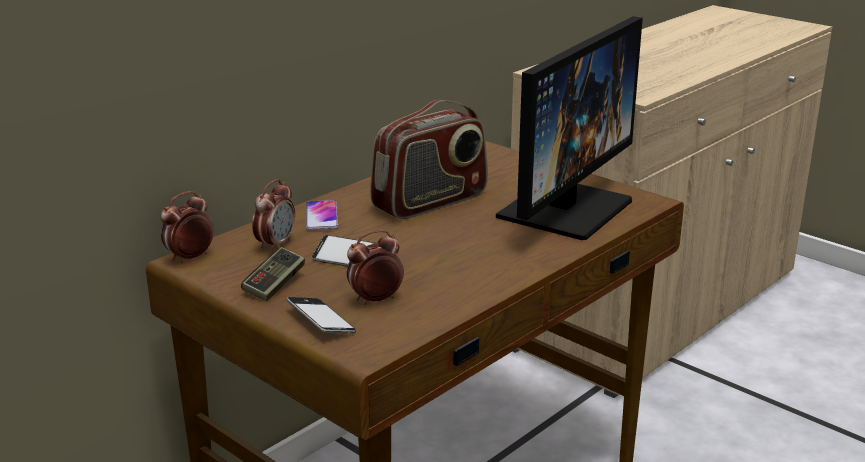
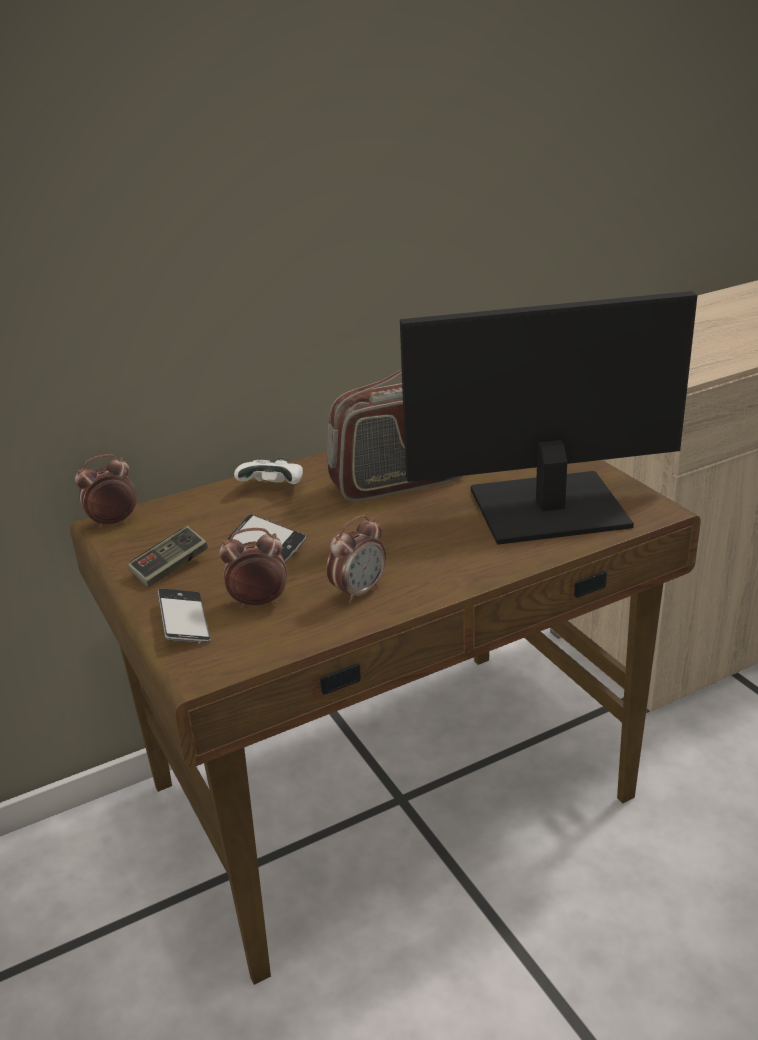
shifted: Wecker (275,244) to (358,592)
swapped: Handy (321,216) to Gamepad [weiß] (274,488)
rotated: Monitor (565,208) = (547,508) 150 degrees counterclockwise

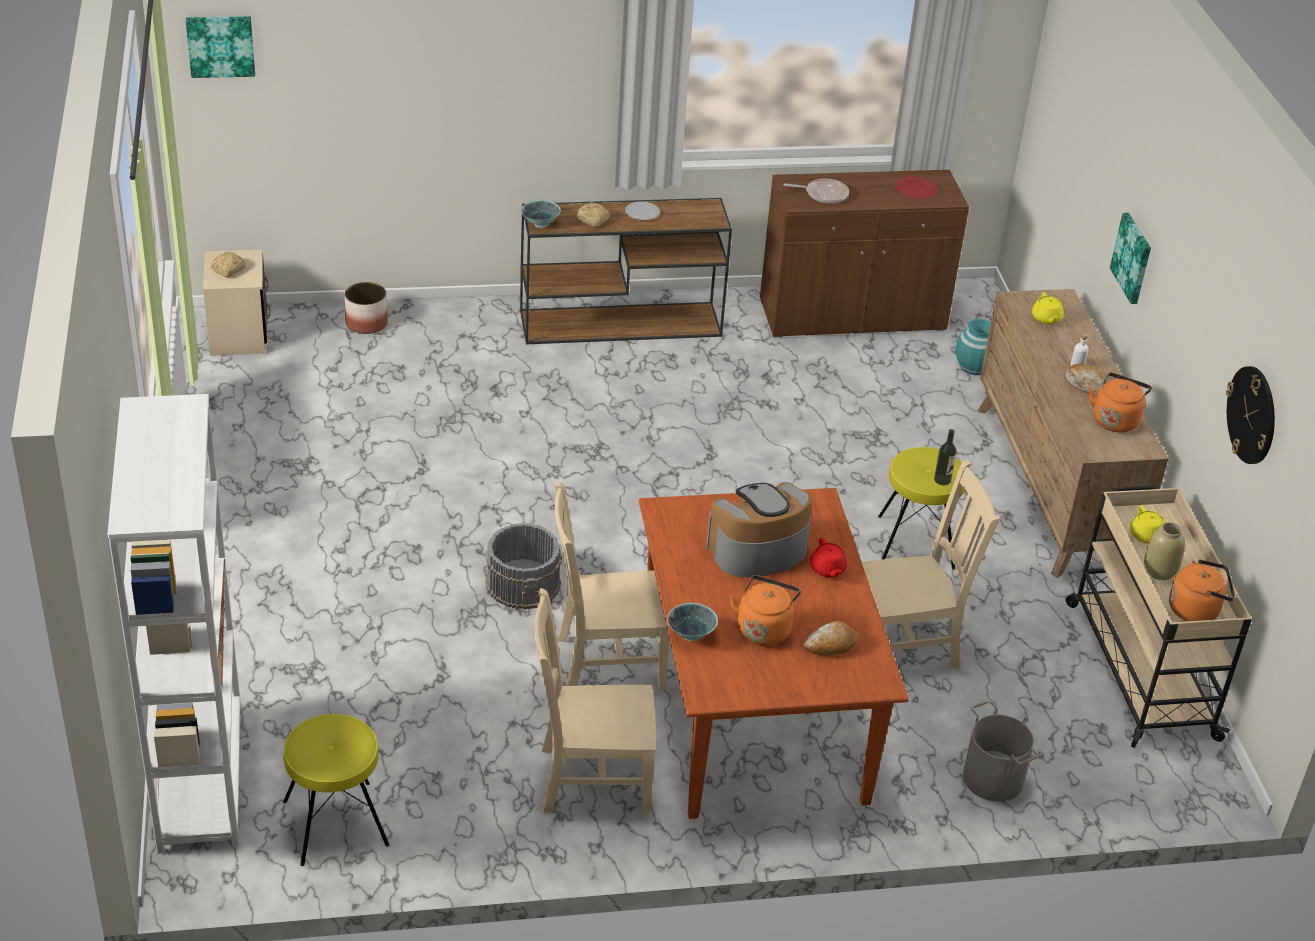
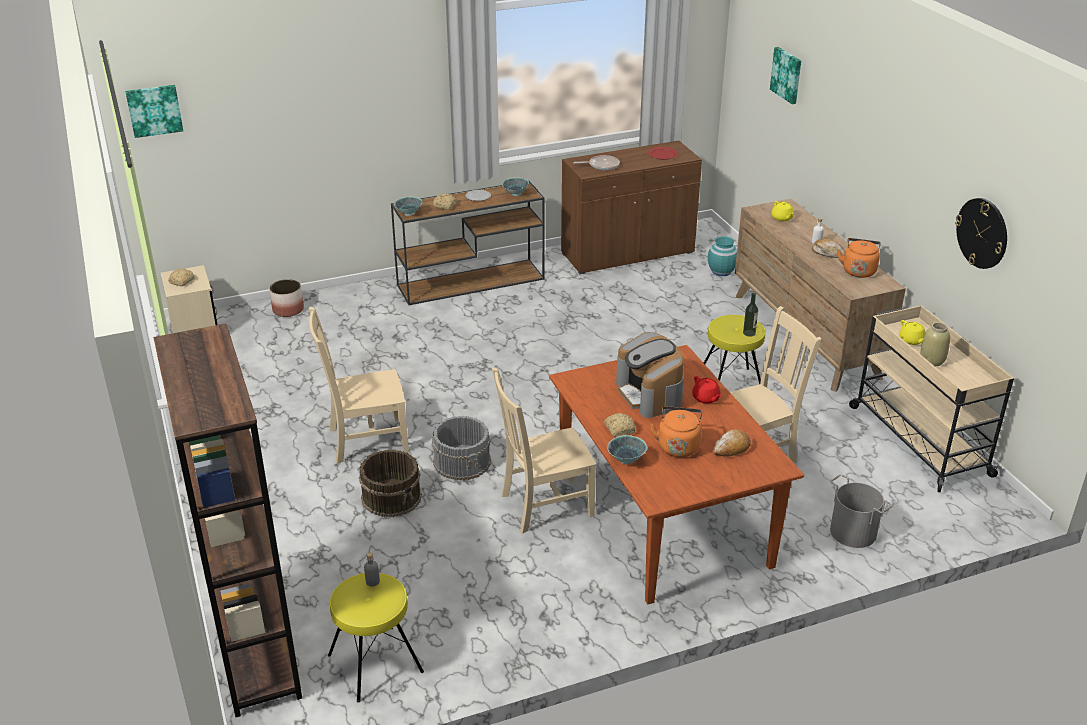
gone: Wasserkessel [orange] (1196,610)
new: Eimer [braun] (392,497); Flasche [grau] (372,581); Schüssel (515,194); Brot (619,429)
shifted: Stuhl [beige] (590,779) to (365,440); Bild (1133,258) to (787,75)
repainted: Bücherregal [weiß] (200,777) to Bücherregal [braun] (255,650)
rotated: Kaffeemaschine (757,550) = (650,394) 75 degrees counterclockwise

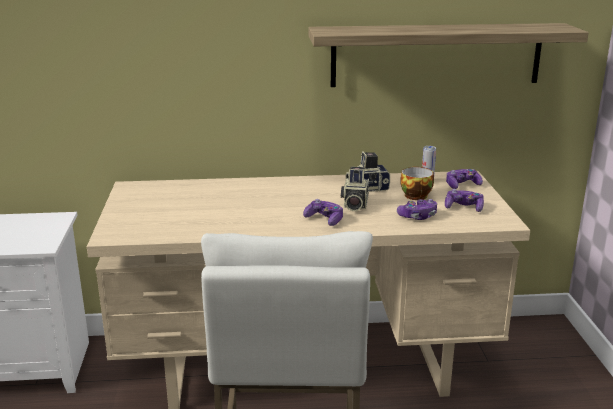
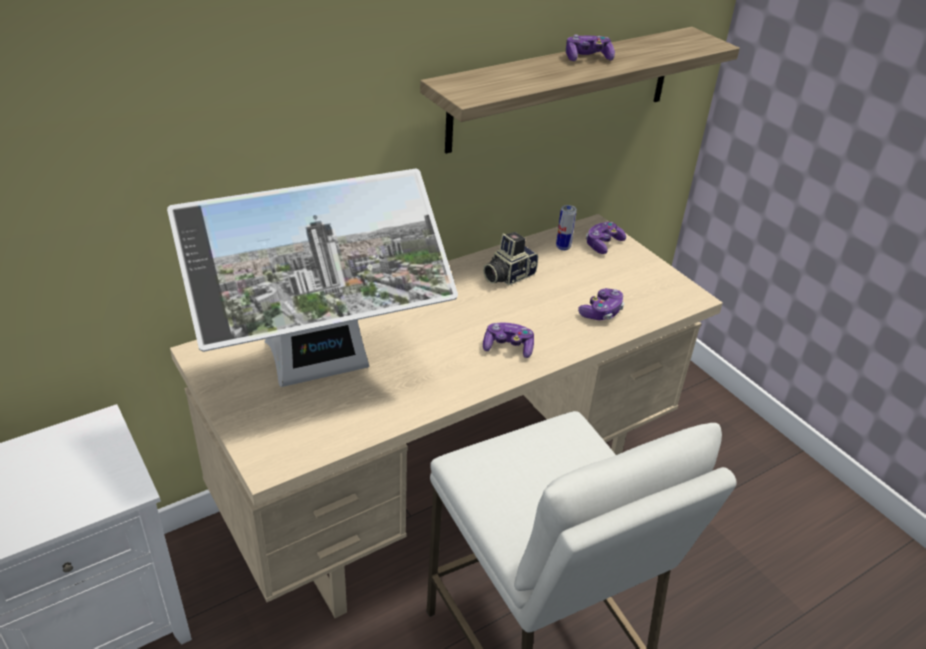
gone: Kamera (354,205); Tasse (416,195)
new: Monitor (323,374)
shifted: Gamepad (463,207) to (587,58)

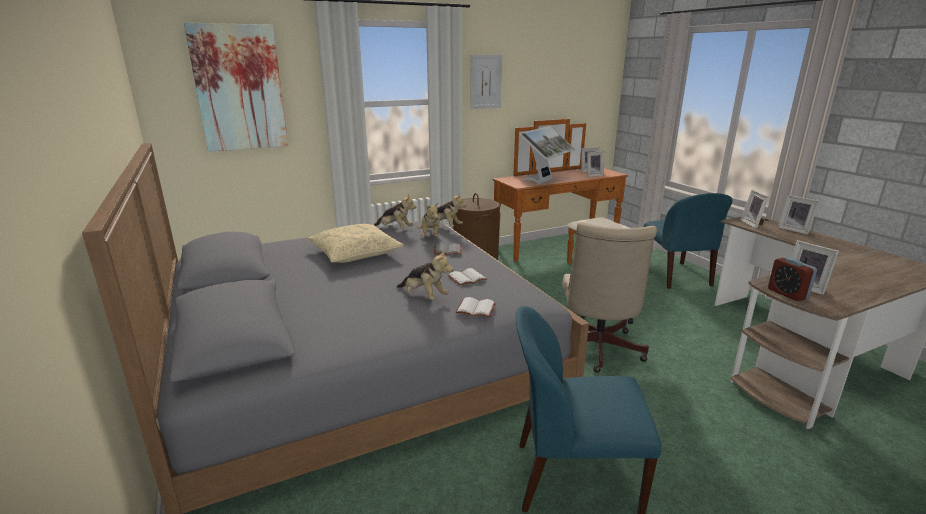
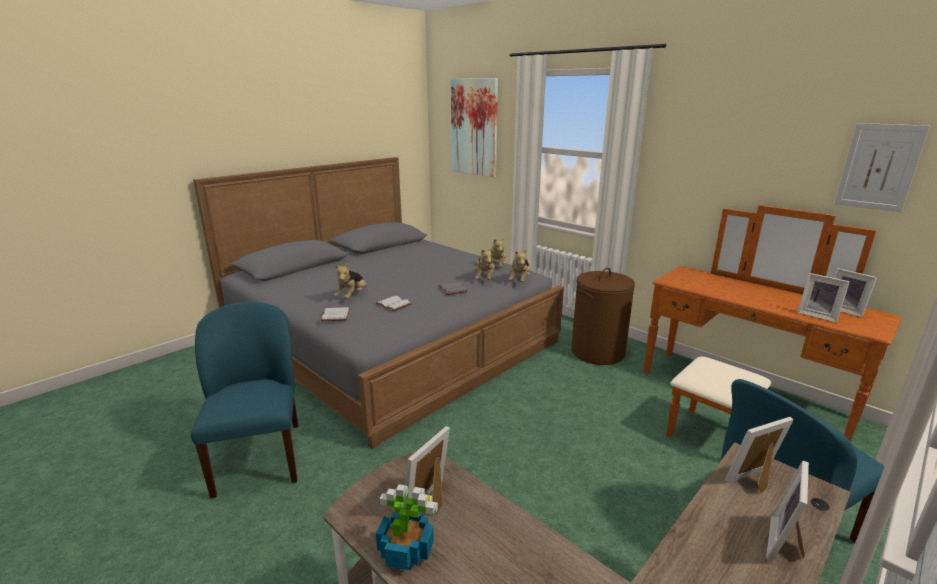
gone: Kissen [beige] (355,253); Monitor (544,182); Bürostuhl [beige] (597,350); Wecker (787,294)
new: Topfpflanze (405,550)
shifted: Bild (485,82) to (879,167)
rotated: Plüschtier (430,236) = (484,278) 60 degrees counterclockwise

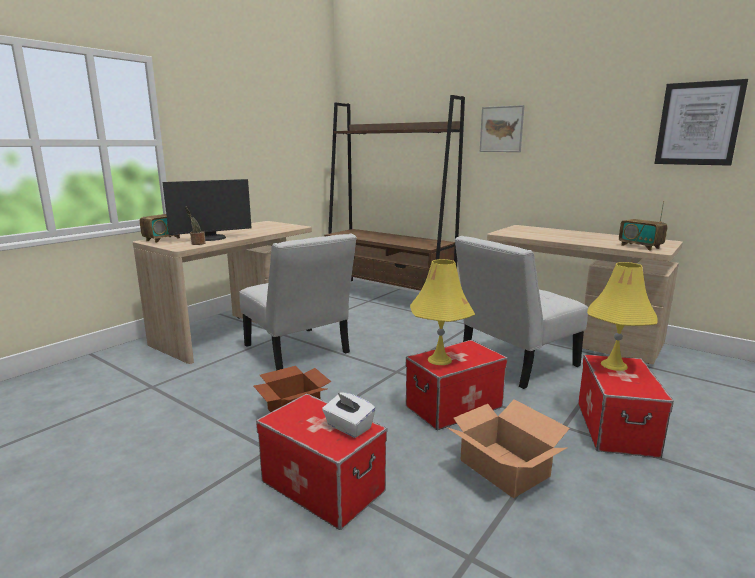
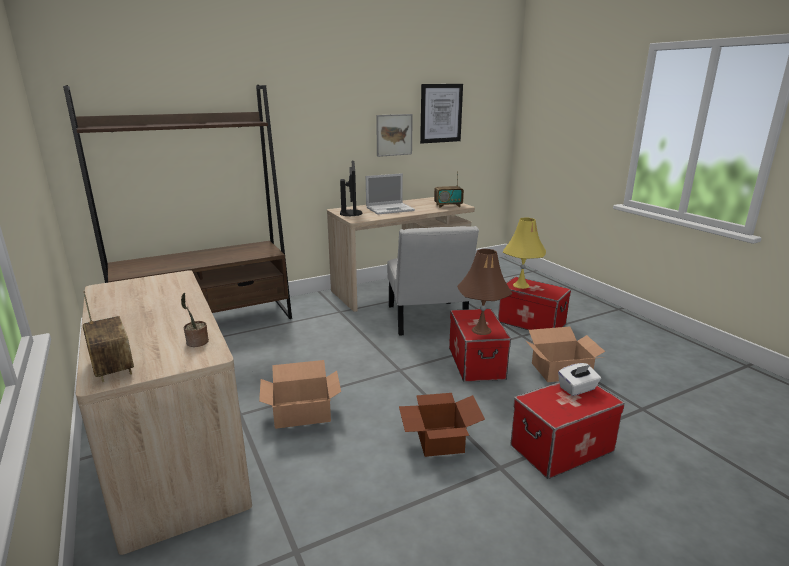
new: Laptop (390,209)
shifted: Monitor (211,238) to (352,213); Bild (501,129) to (394,135)
swapped: Stuhl [weiß] (298,351) to Karton (303,412)
repainted: Tischlampe [gelb] (439,360) to Tischlampe [braun] (481,330)

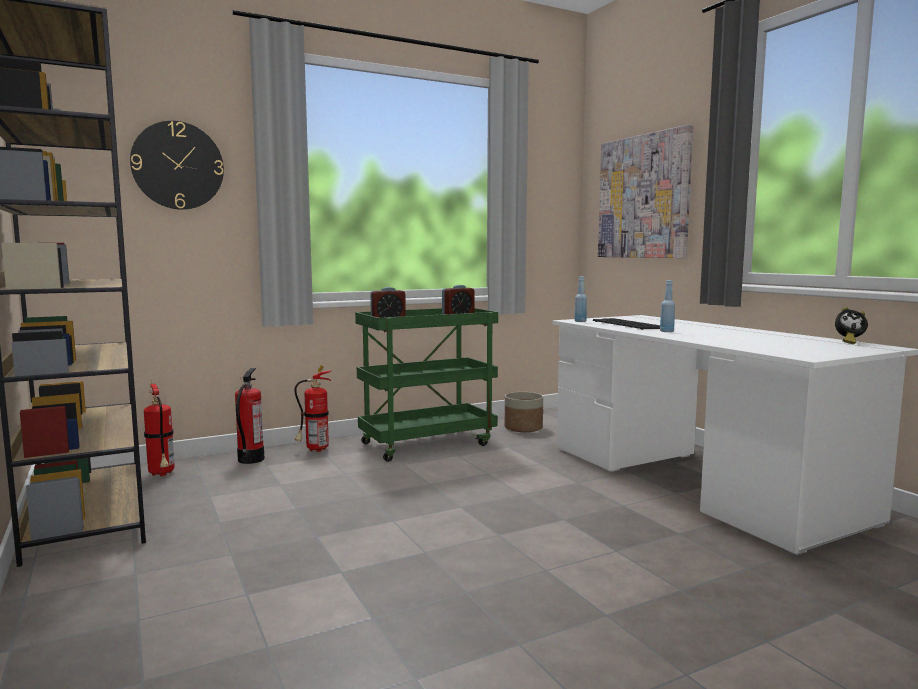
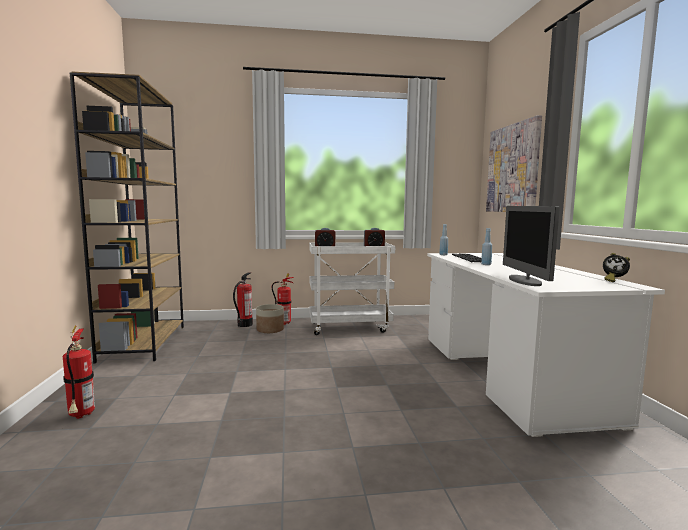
gone: Wanduhr (178,165)
new: Monitor (525,281)
shifted: Feuerlöscher (162,474) to (81,416); Pflanzkübel (523,428) to (270,329)
repainted: Rollwagen [grün] (428,443) to Rollwagen [weiß] (350,327)

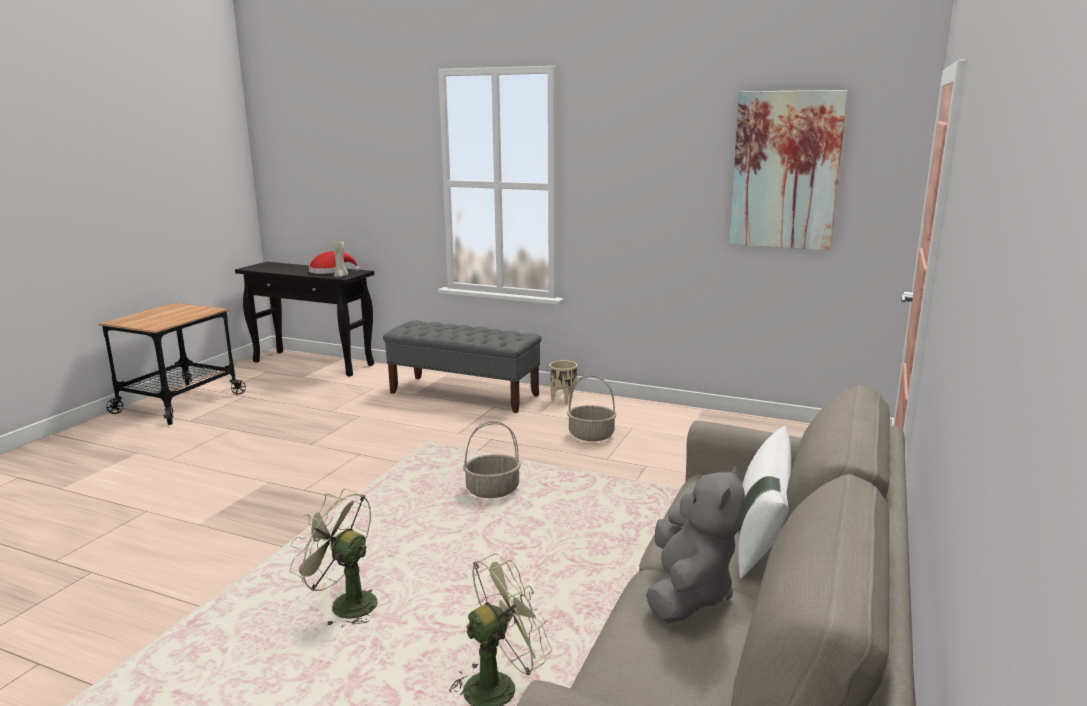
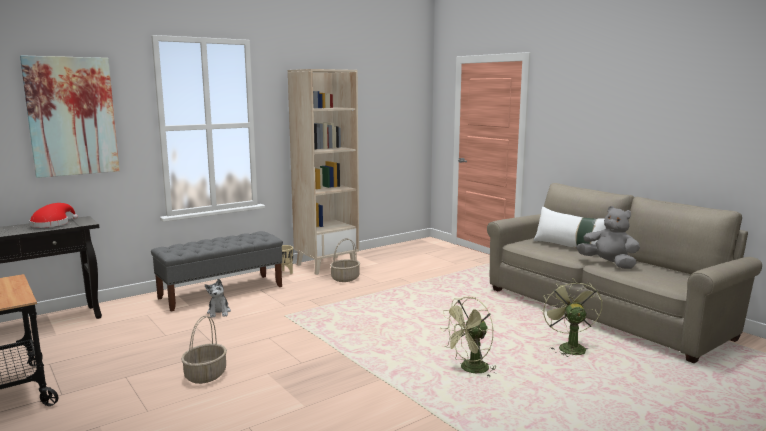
gone: Kerze [beige] (341,276)
new: Plüschtier (219,312); Bücherregal [beige] (326,265)
shifted: Korb (493,490) to (205,375); Bild (785,171) to (72,116)

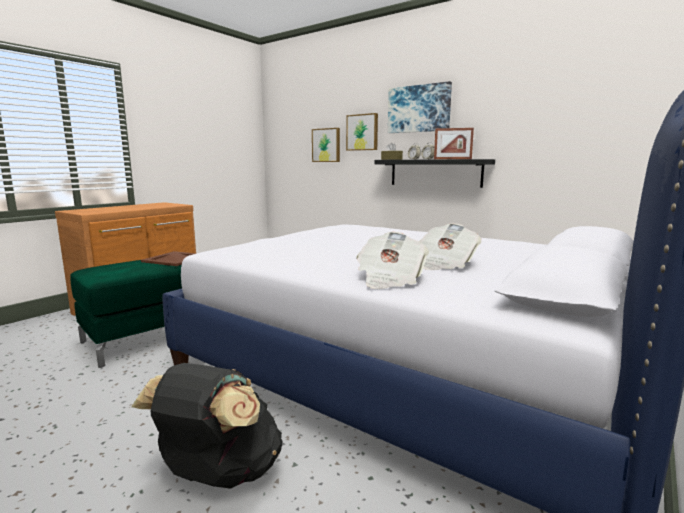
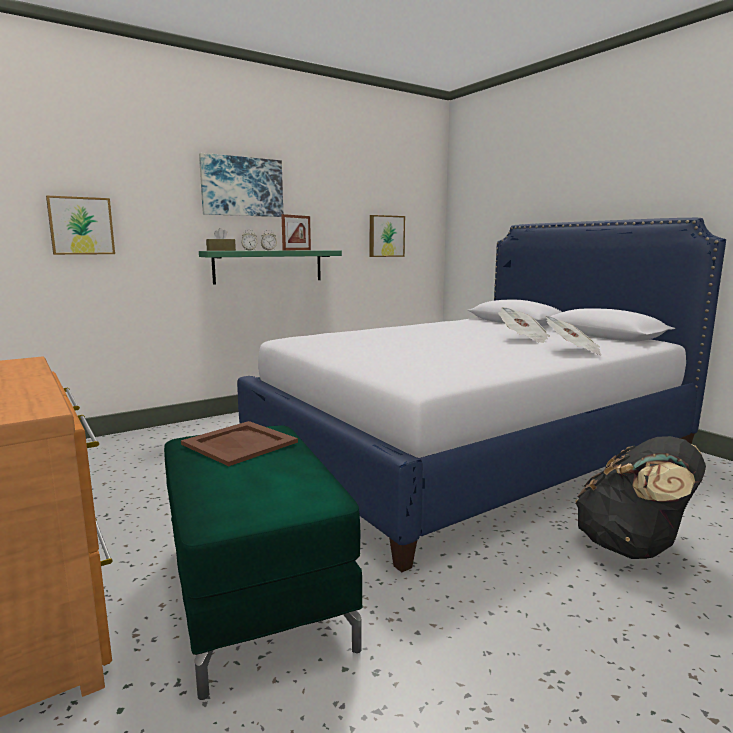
shifted: Bild (362,132) to (386,236)
repainted: Wandregal [schwarz] (435,173) to Wandregal [grün] (269,266)

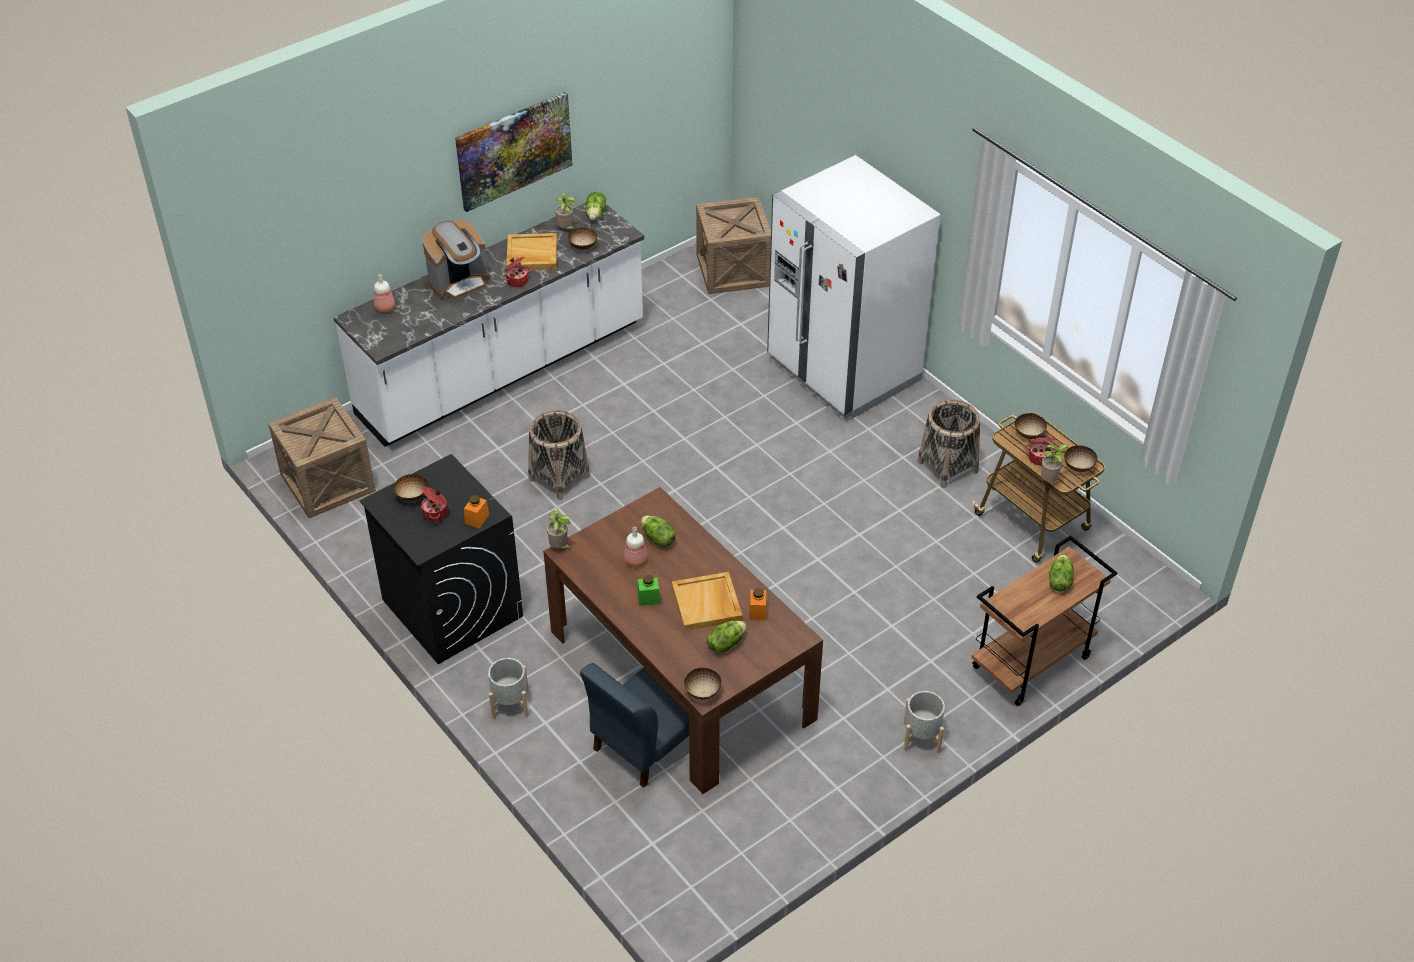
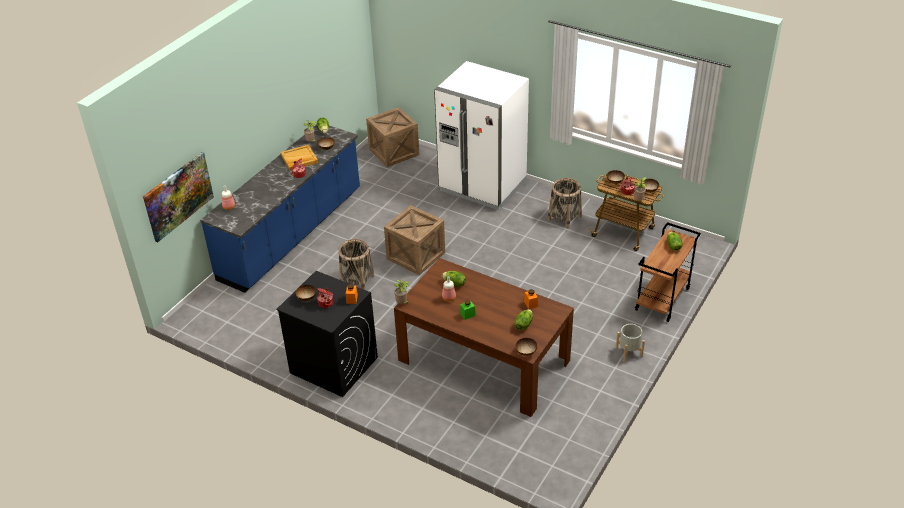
gone: Kaffeemaschine (459,282); Pflanzkübel [grau] (510,704); Stuhl [blau] (644,745); Tablett [beige] (707,603)
shifted: Kiste (327,482) to (416,255); Bild (514,150) to (178,196)
repainted: Küchenzeile [weiß] (503,371) to Küchenzeile [blau] (292,235)

